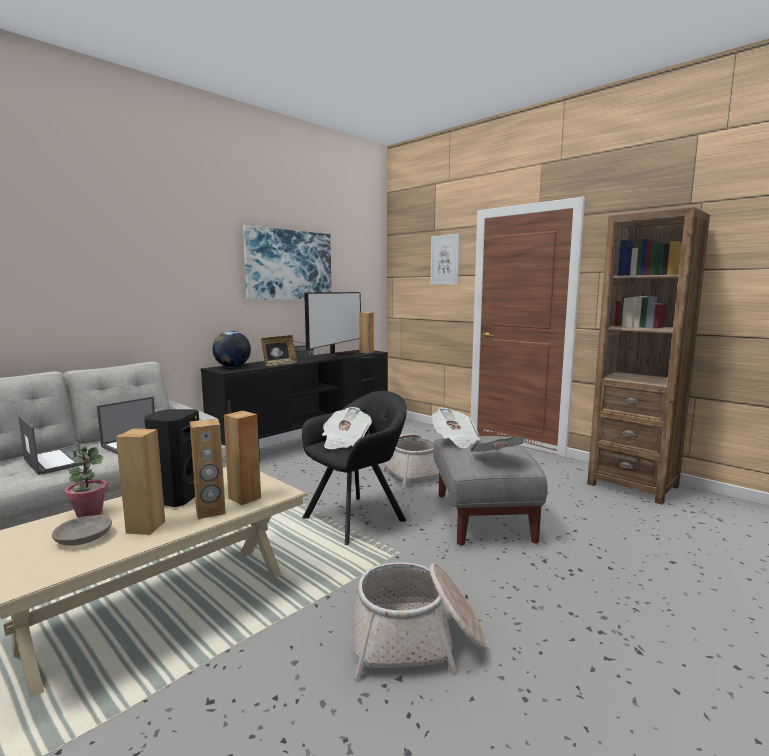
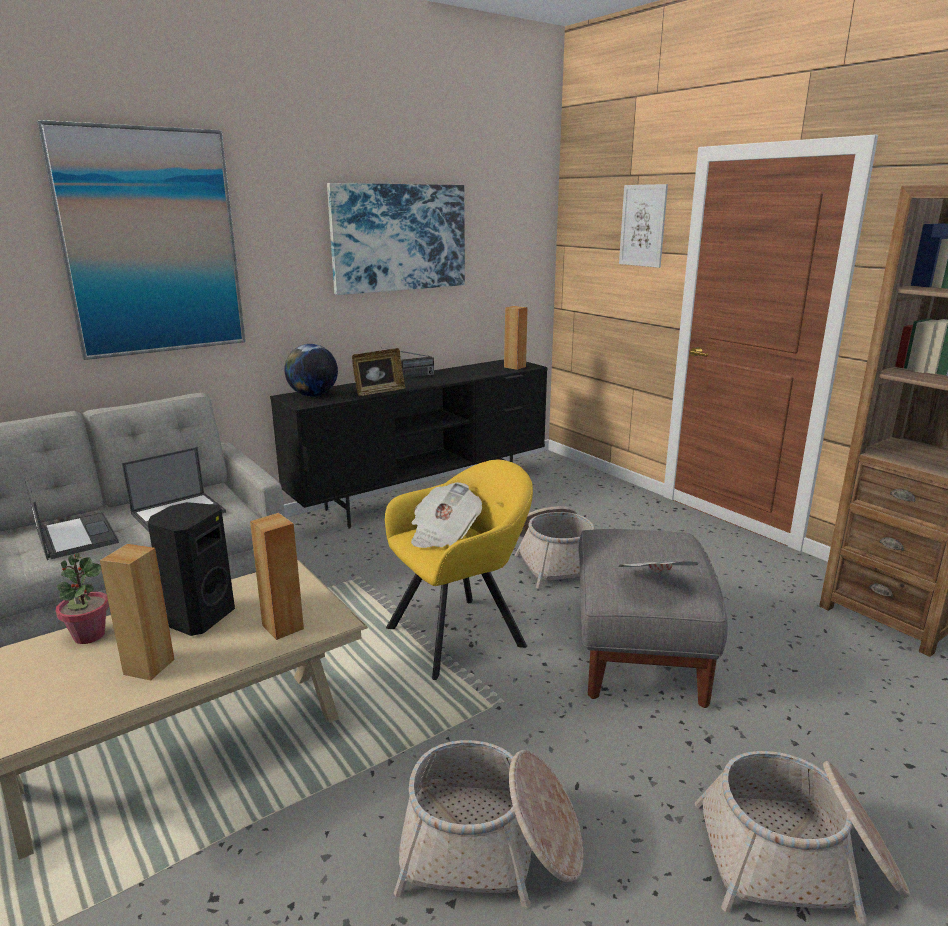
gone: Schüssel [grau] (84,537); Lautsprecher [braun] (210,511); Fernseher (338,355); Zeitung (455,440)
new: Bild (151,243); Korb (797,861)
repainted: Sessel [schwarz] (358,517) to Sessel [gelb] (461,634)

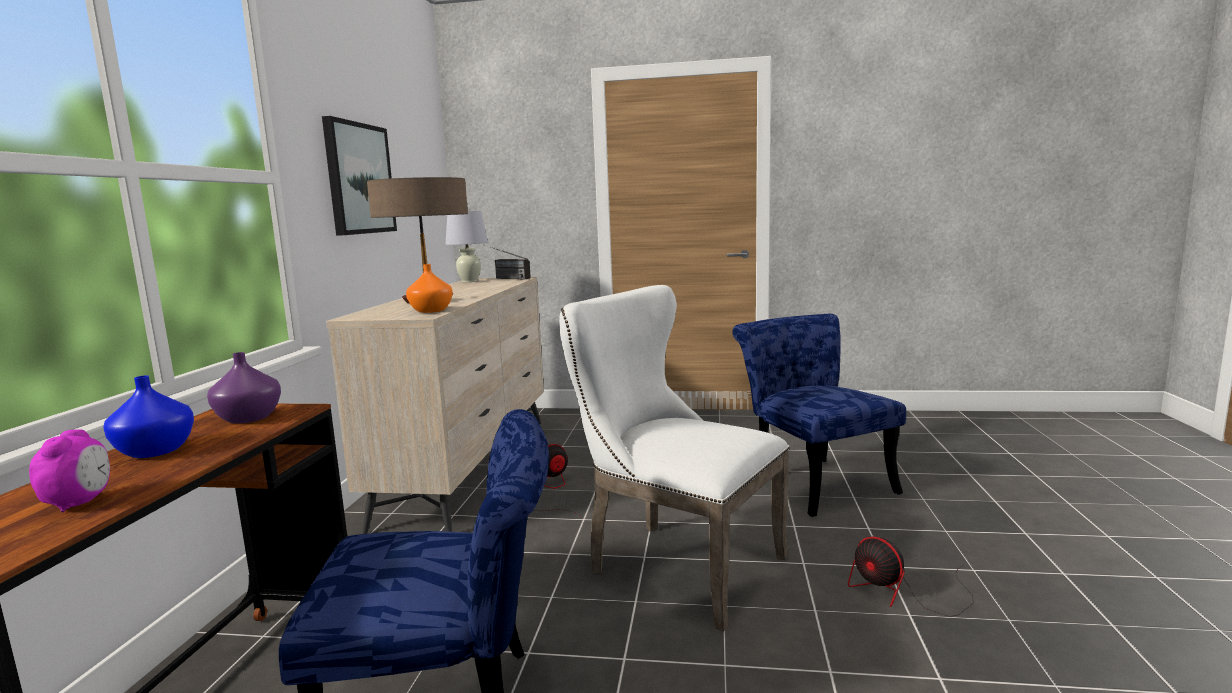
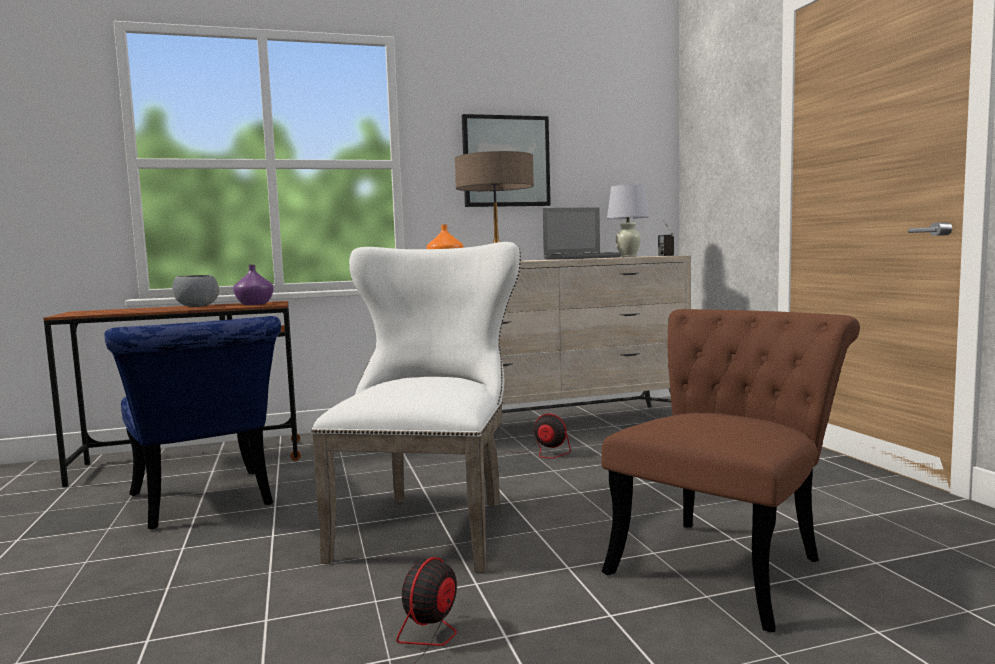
gone: Wecker (79,503)
new: Laptop (582,258)
swapped: Vase [blau] (156,451) to Schüssel [grau] (197,306)
repainted: Stuhl [blau] (813,481) to Stuhl [braun] (726,562)

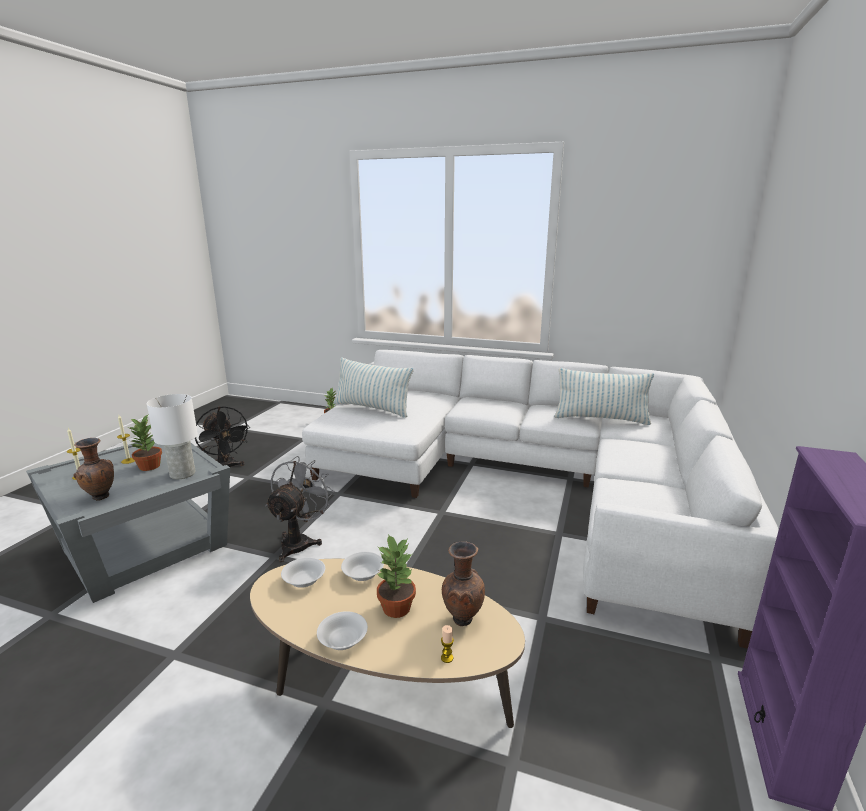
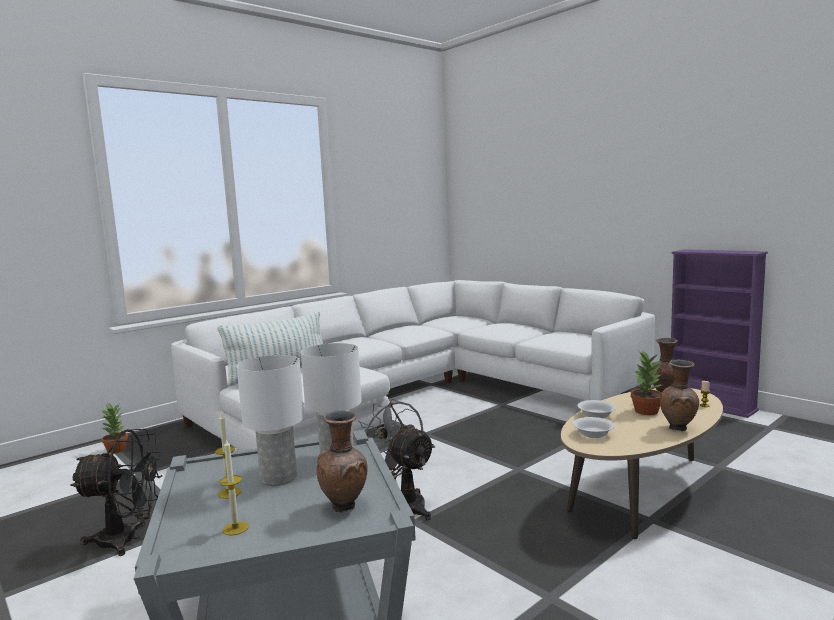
gone: Kissen (601,419)
swapped: Topfpflanze (150,466) to Tischlampe [weiß] (279,477); Schüssel [weiß] (342,640) to Vase [braun] (679,429)

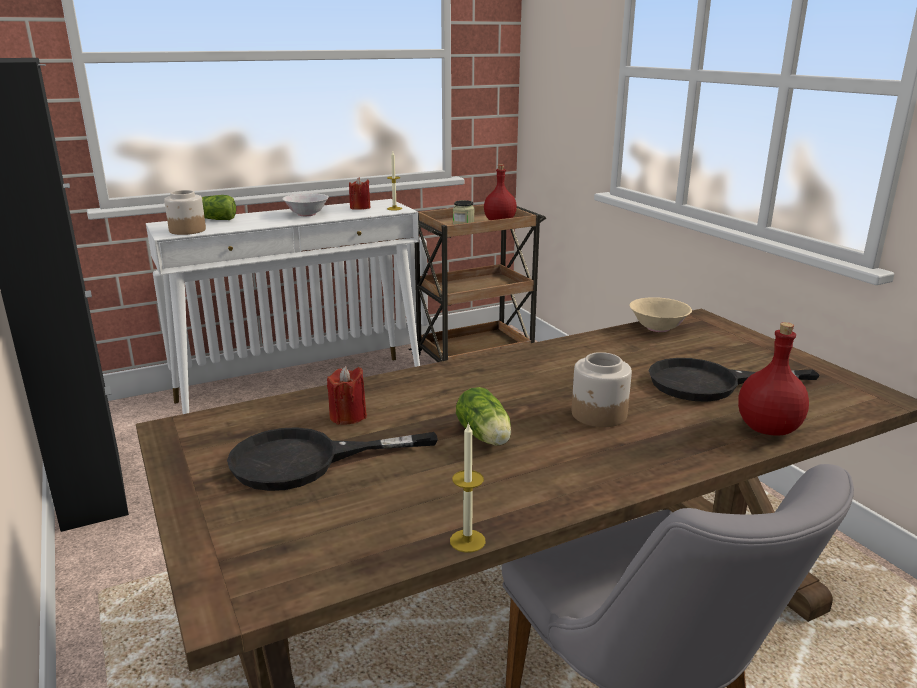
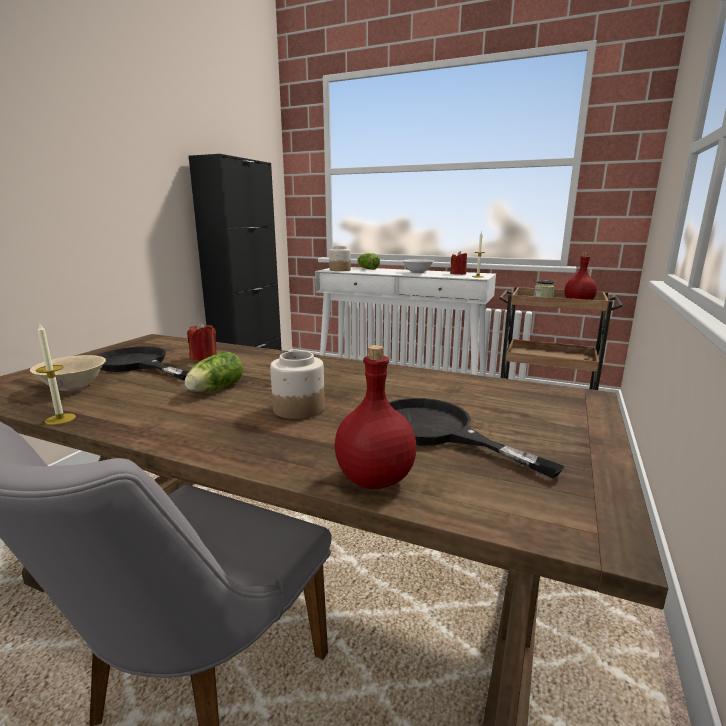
shifted: Schüssel [beige] (658,328) to (74,386)

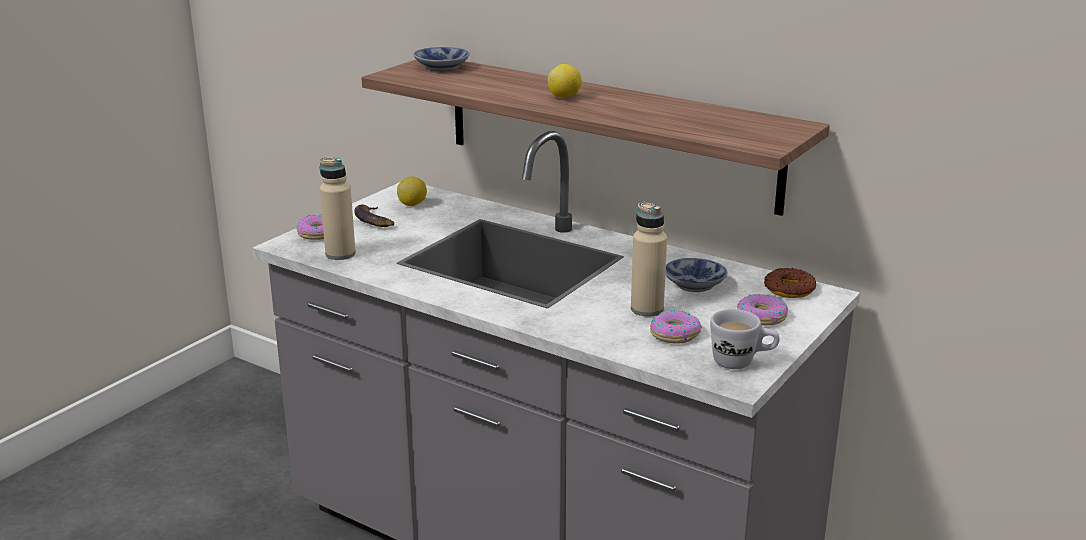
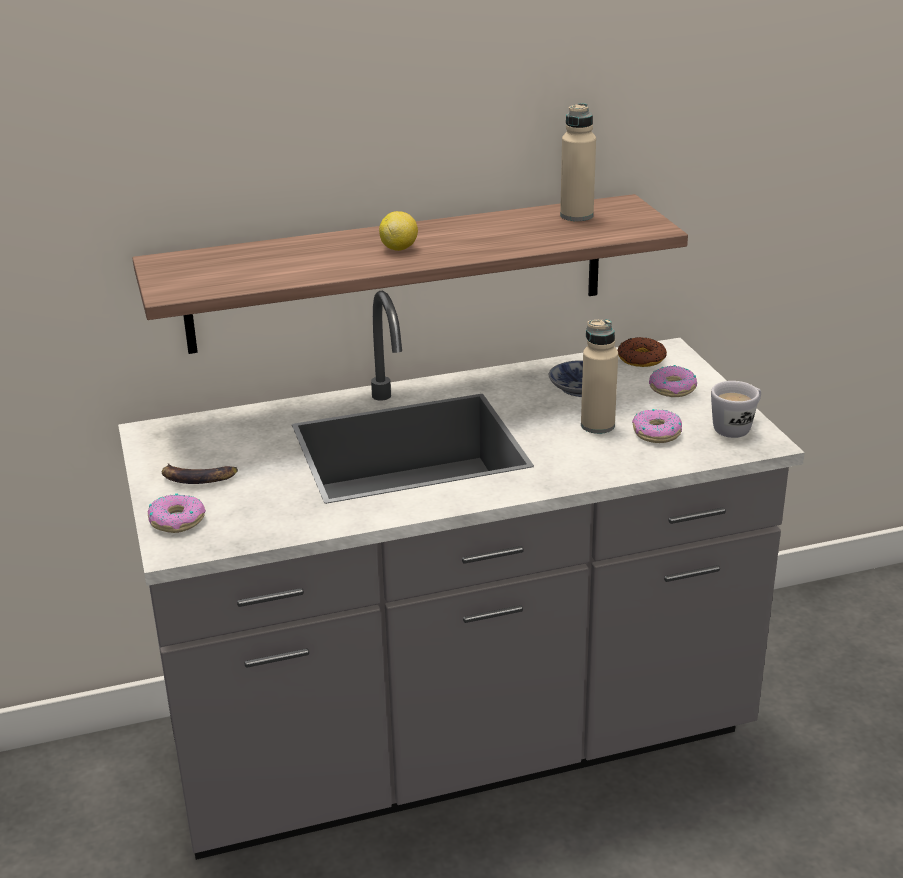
gone: Zitrone (412,204); Schüssel (440,67)
shifted: Flasche [beige] (340,254) to (576,216)

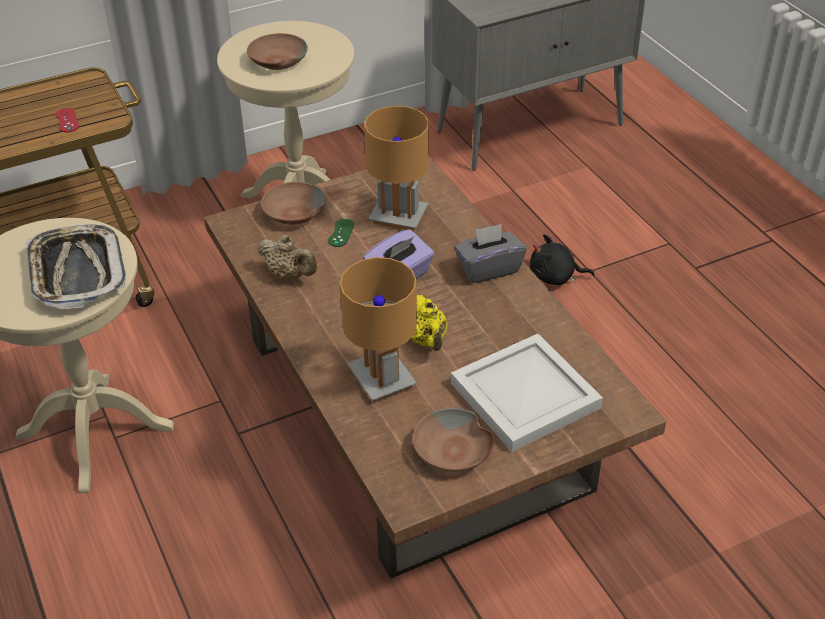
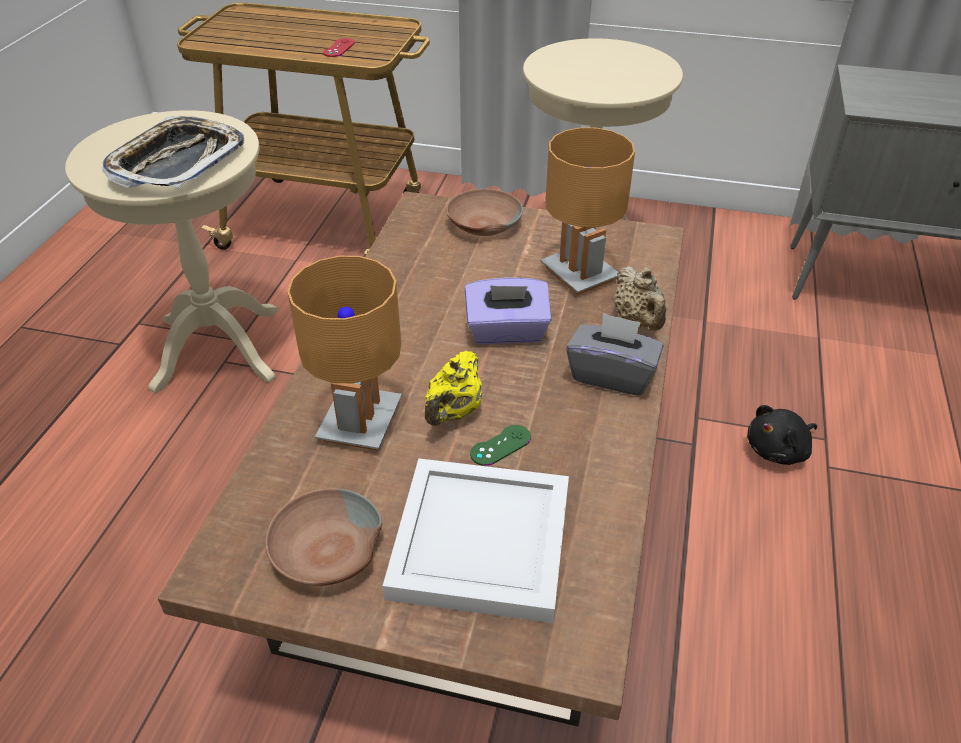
gone: Schüssel [braun] (276,60)
shifted: Teekanne [beige] (289,275) to (638,321); Gamepad [grün] (341,233) to (500,445)
rotated: Plüschtier [schwarz] (555,277) = (778,450) 75 degrees counterclockwise

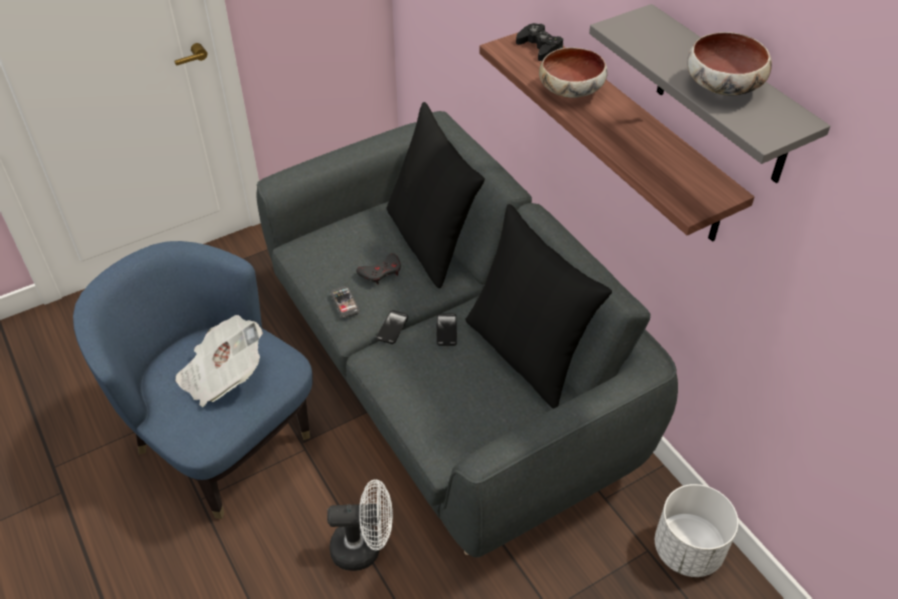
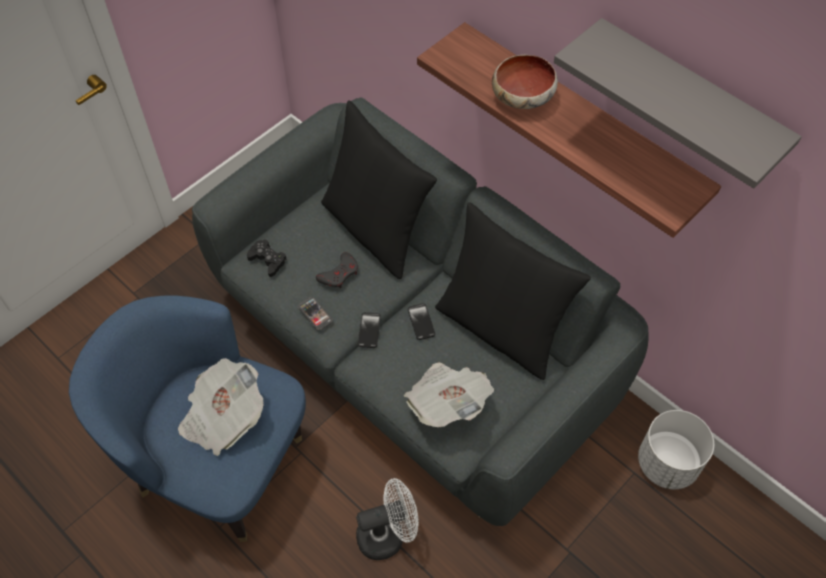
gone: Schüssel (723,87)
new: Zeitung (447,402)
shifted: Gamepad [schwarz] (539,47) to (268,260)

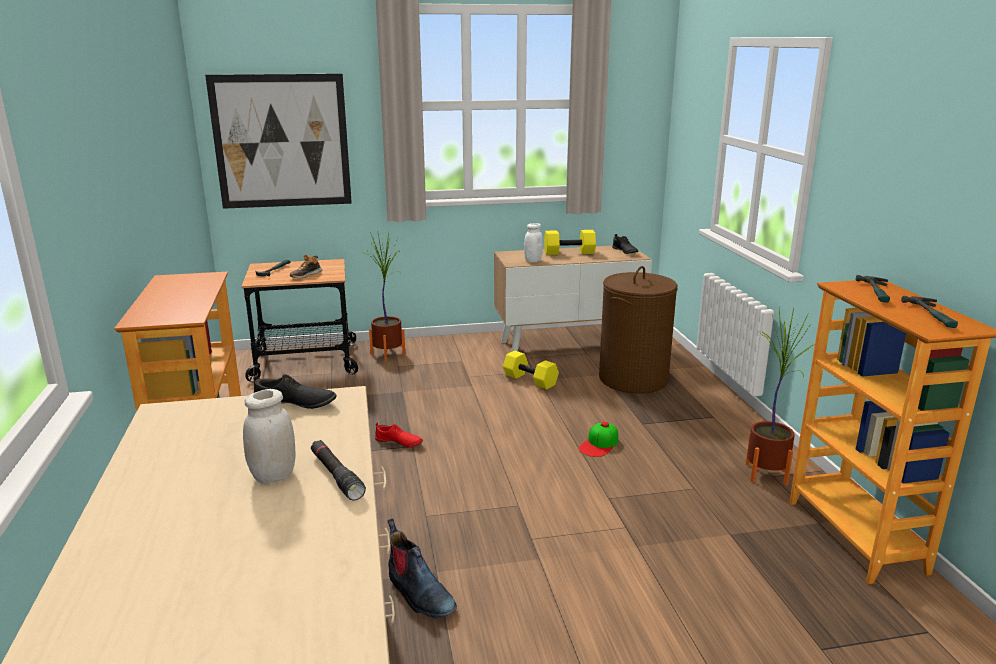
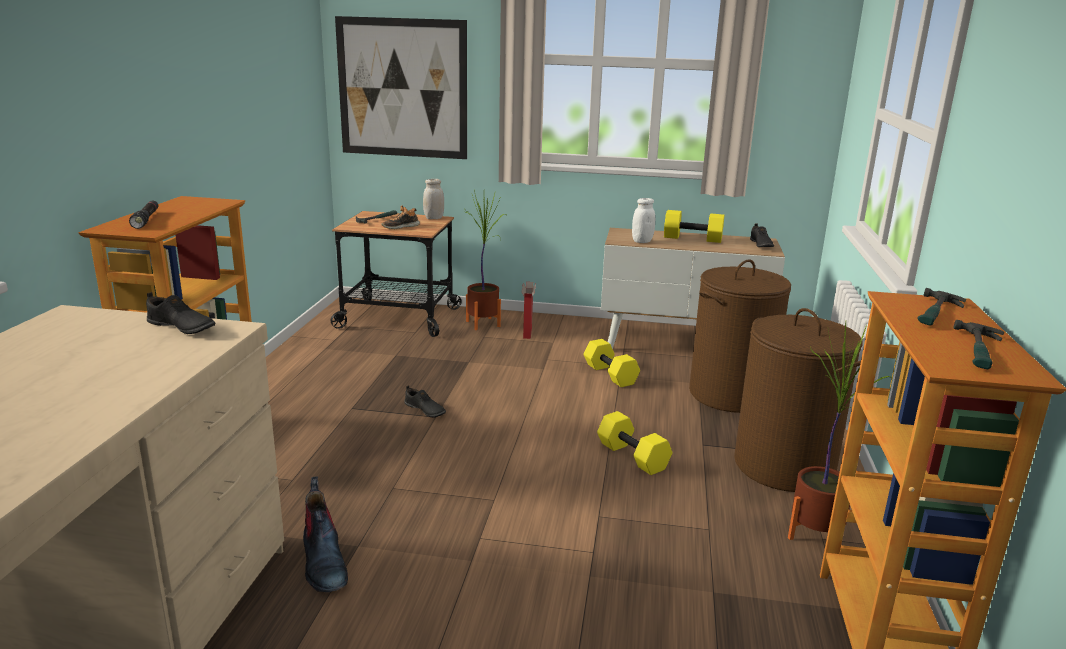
new: Karton (527,332); Wäschekorb [braun] (784,466)
shifted: Vorratsglas [weiß] (273,475) to (434,218); Taschenlampe [schwarz] (336,476) to (146,220)
swapped: Kappe (599,444) to Hantel [gelb] (634,456)
repainted: Schuh [rot] (399,442) to Schuh [schwarz] (425,410)

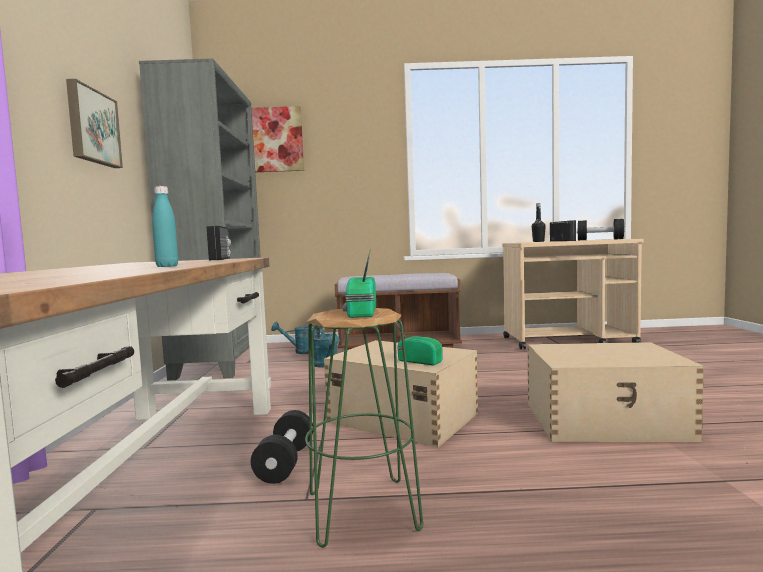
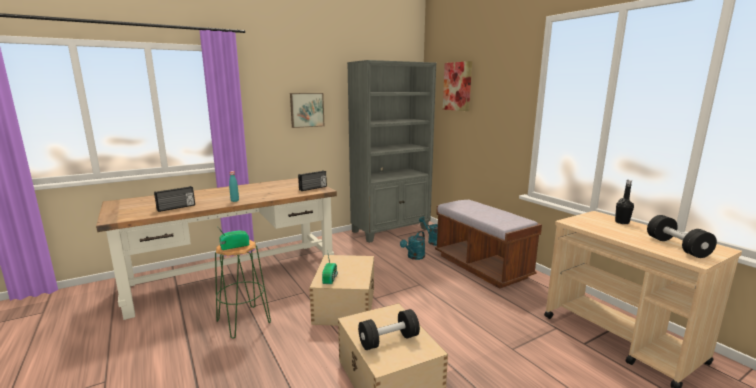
shifted: Hantel [schwarz] (285,462) to (388,340); Radio (563,241) to (176,207)

